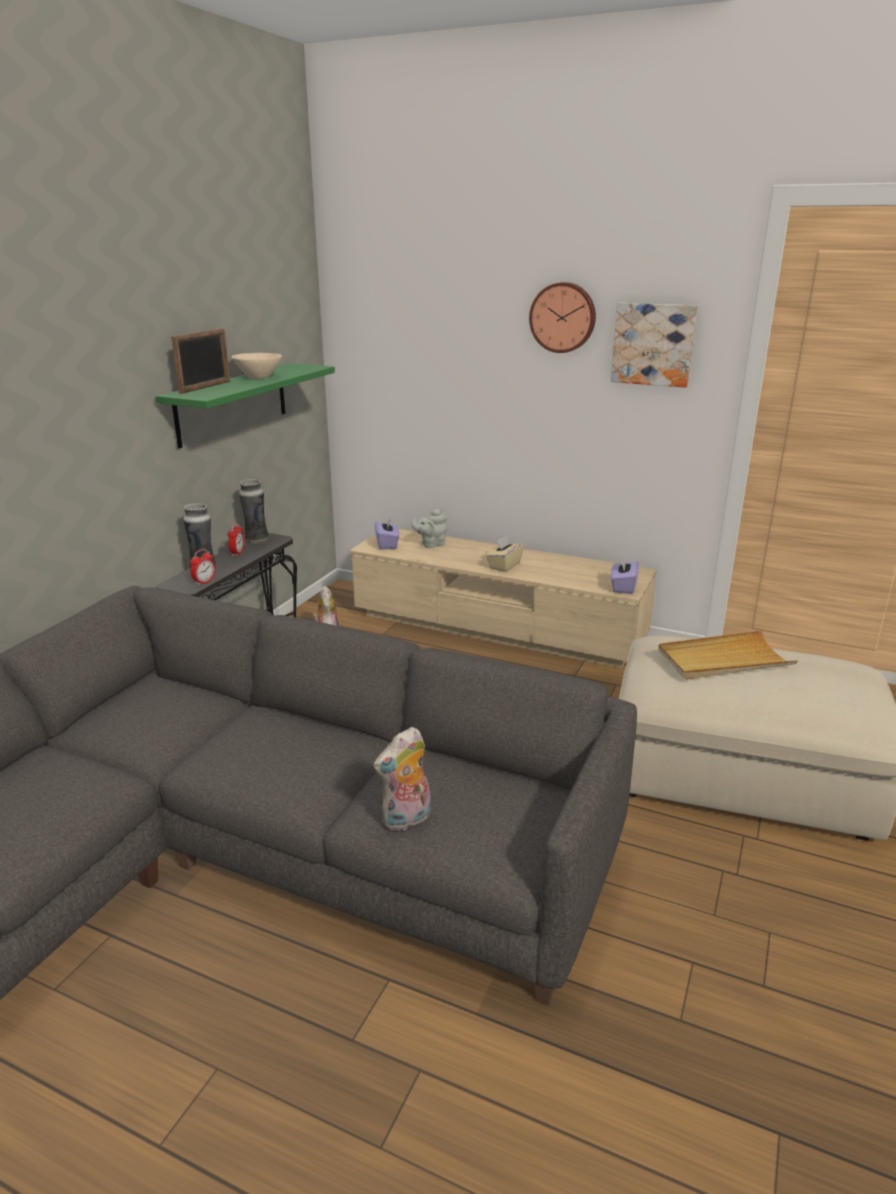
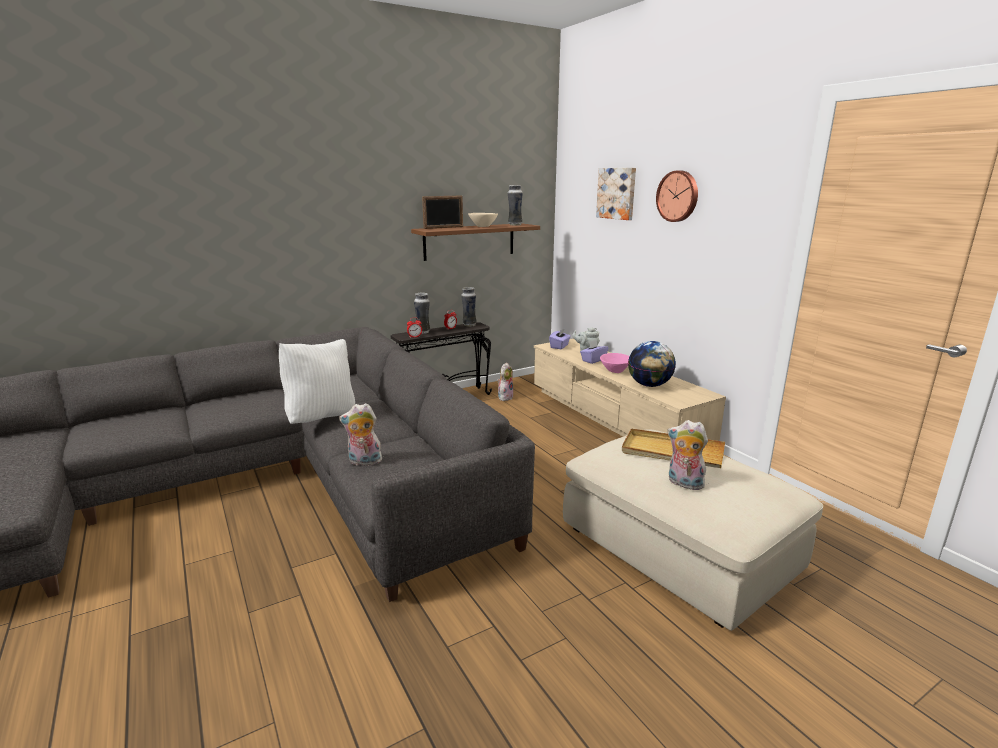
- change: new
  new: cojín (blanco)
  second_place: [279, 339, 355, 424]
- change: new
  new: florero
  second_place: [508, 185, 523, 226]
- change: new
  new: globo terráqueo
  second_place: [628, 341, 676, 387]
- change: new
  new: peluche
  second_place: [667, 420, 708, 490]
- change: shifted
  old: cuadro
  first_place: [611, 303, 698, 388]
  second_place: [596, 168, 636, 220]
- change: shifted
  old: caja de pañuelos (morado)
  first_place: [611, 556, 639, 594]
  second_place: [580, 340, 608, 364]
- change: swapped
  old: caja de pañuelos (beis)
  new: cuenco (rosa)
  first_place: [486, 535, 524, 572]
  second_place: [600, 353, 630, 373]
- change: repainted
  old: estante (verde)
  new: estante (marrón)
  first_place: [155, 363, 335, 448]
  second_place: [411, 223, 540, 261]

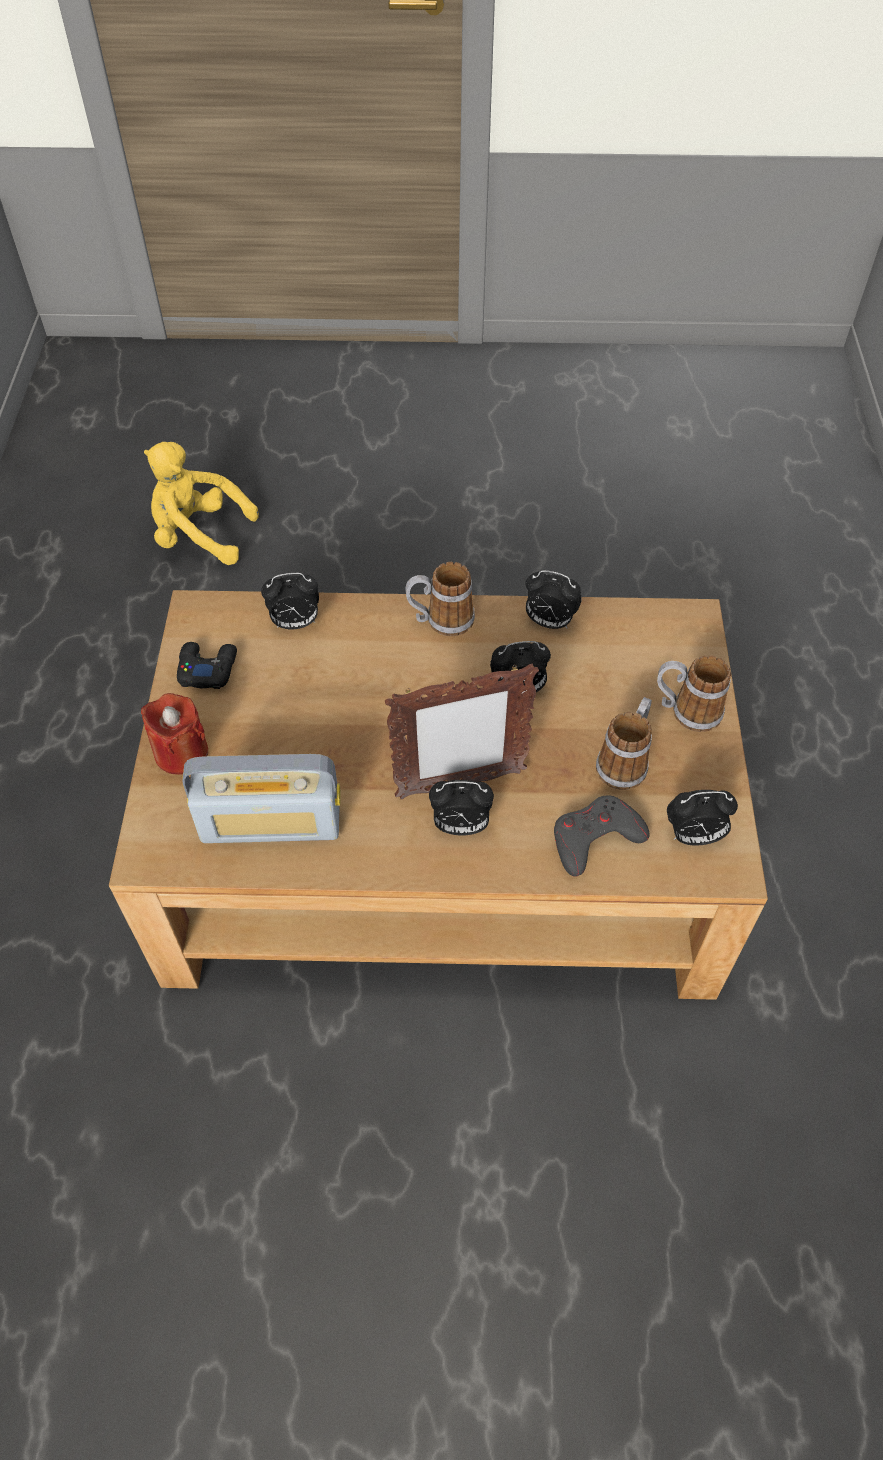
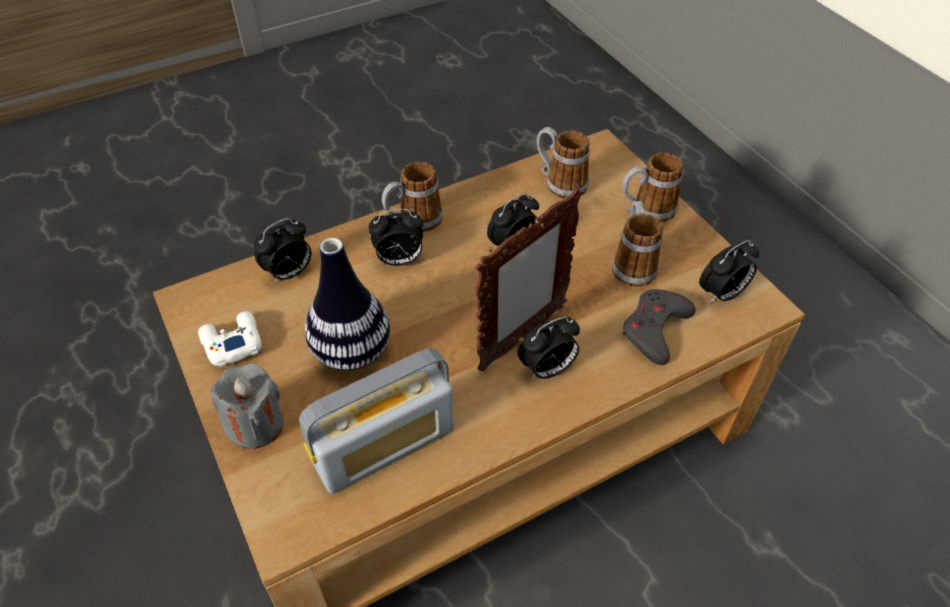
- change: gone
  old: peluche (amarillo)
  first_place: [144, 442, 259, 565]
- change: new
  new: florero
  second_place: [305, 238, 390, 371]
- change: new
  new: taza grande
  second_place: [537, 127, 590, 198]
- change: shifted
  old: despertador
  first_place: [525, 570, 582, 629]
  second_place: [368, 209, 423, 266]
- change: repainted
  old: vela (rojo)
  new: vela (gris)
  first_place: [141, 693, 208, 775]
  second_place: [211, 363, 284, 449]
- change: repainted
  old: mando de consola (negro)
  new: mando de consola (blanco)
  first_place: [177, 642, 237, 689]
  second_place: [198, 311, 262, 367]

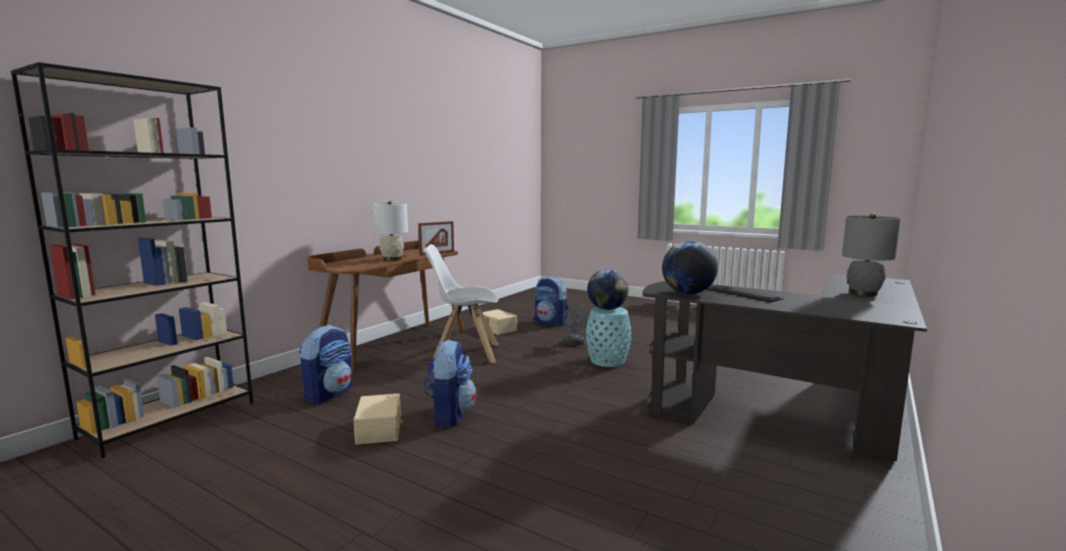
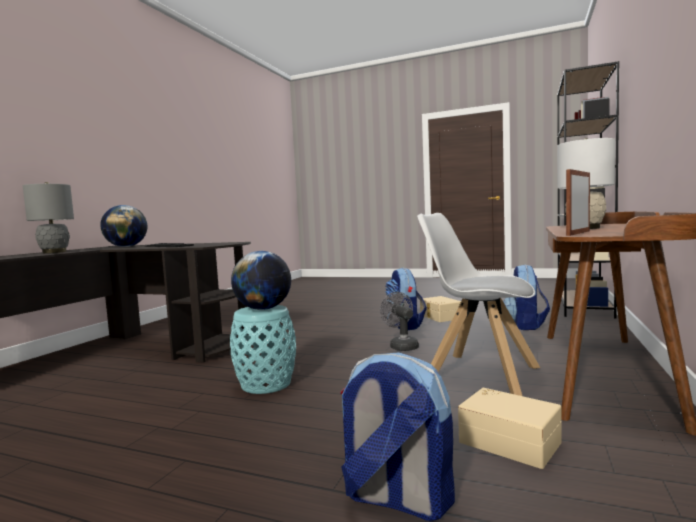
- change: shifted
  old: ventilador (gris)
  first_place: [563, 305, 590, 346]
  second_place: [380, 292, 419, 351]
- change: shifted
  old: globo terráqueo
  first_place: [662, 241, 718, 294]
  second_place: [100, 205, 147, 247]
- change: rotated
  old: silla
  first_place: [423, 244, 499, 363]
  second_place: [417, 213, 540, 396]
  degrees: -135

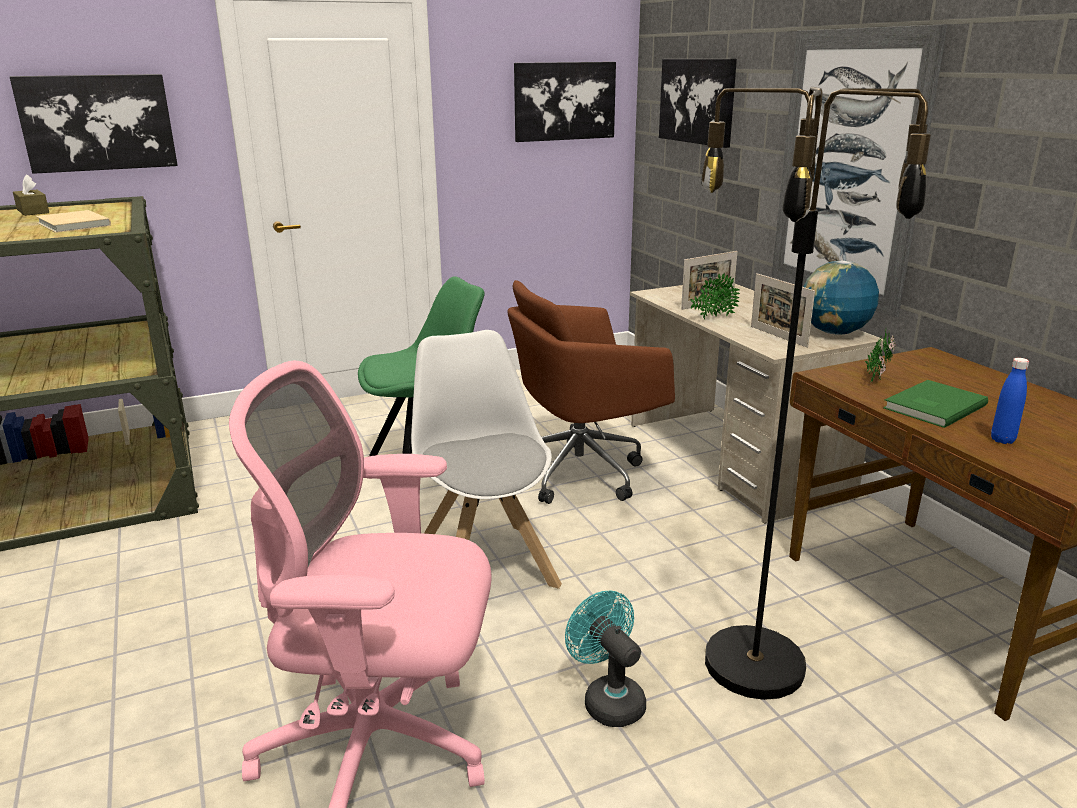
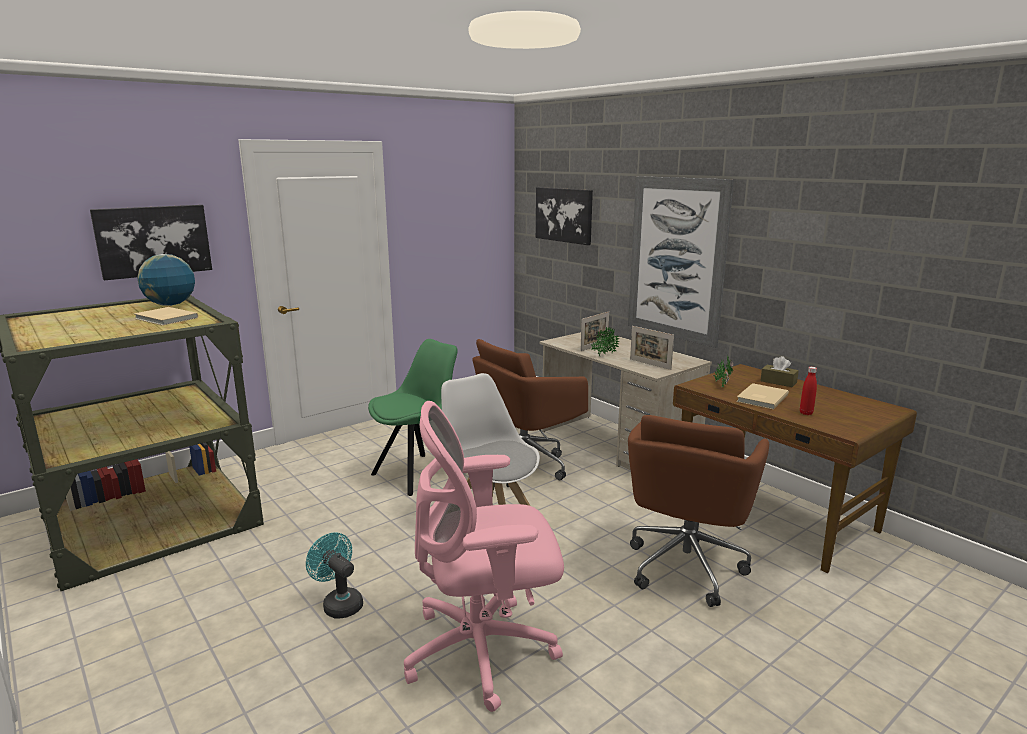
- change: gone
  old: cuadro
  first_place: [514, 62, 616, 142]
- change: shifted
  old: caja de pañuelos (marrón)
  first_place: [13, 174, 49, 216]
  second_place: [760, 356, 799, 387]
- change: shifted
  old: ventilador (turquesa)
  first_place: [565, 590, 646, 727]
  second_place: [306, 532, 363, 619]
- change: shifted
  old: globo terráqueo
  first_place: [804, 260, 879, 334]
  second_place: [137, 254, 195, 306]
- change: swapped
  old: lámpara de pie
  new: silla de oficina (marrón)
  first_place: [701, 87, 931, 700]
  second_place: [628, 415, 769, 607]
- change: repainted
  old: libro (verde)
  new: libro (beis)
  first_place: [883, 380, 988, 428]
  second_place: [736, 383, 789, 410]
- change: repainted
  old: botella (azul)
  new: botella (rojo)
  first_place: [991, 358, 1029, 444]
  second_place: [800, 367, 817, 415]

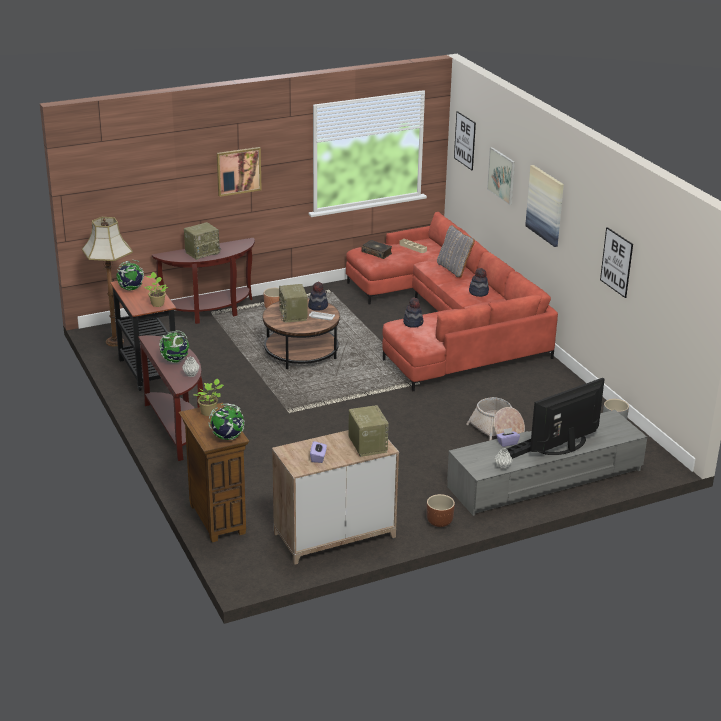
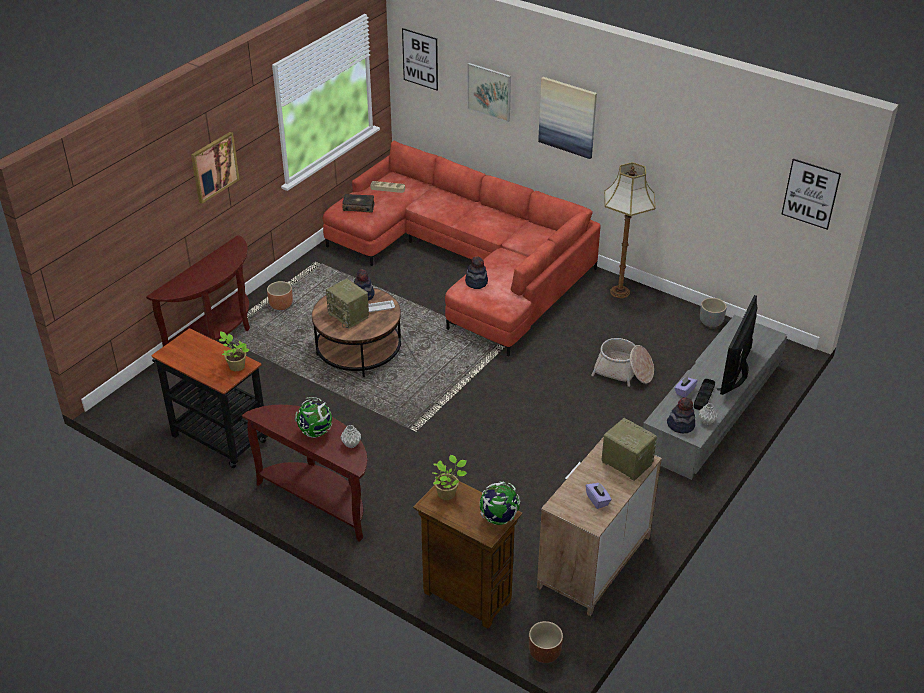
- change: gone
  old: globo terráqueo
  first_place: [116, 260, 144, 290]
- change: gone
  old: radio
  first_place: [184, 222, 221, 260]
- change: gone
  old: cojín (gris)
  first_place: [437, 225, 475, 277]
- change: shifted
  old: lámpara de pie
  first_place: [82, 217, 133, 346]
  second_place: [604, 162, 656, 298]
- change: shifted
  old: maceta (marrón)
  first_place: [427, 494, 455, 527]
  second_place: [529, 621, 563, 663]
- change: shifted
  old: sombrero
  first_place: [469, 268, 489, 297]
  second_place: [667, 397, 695, 433]
- change: shifted
  old: cuadro
  first_place: [600, 227, 633, 298]
  second_place: [781, 158, 841, 230]

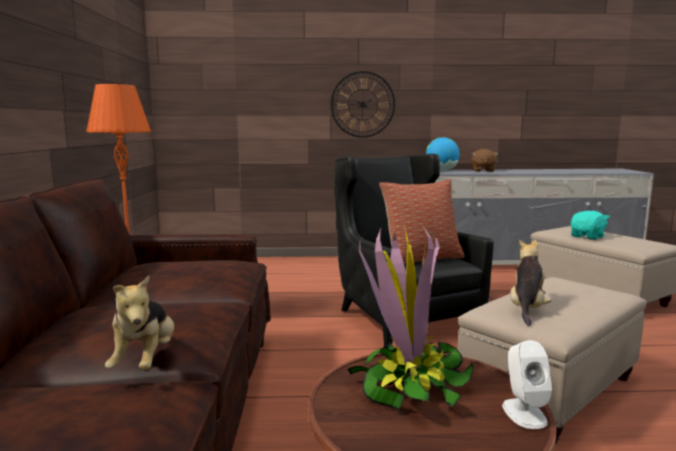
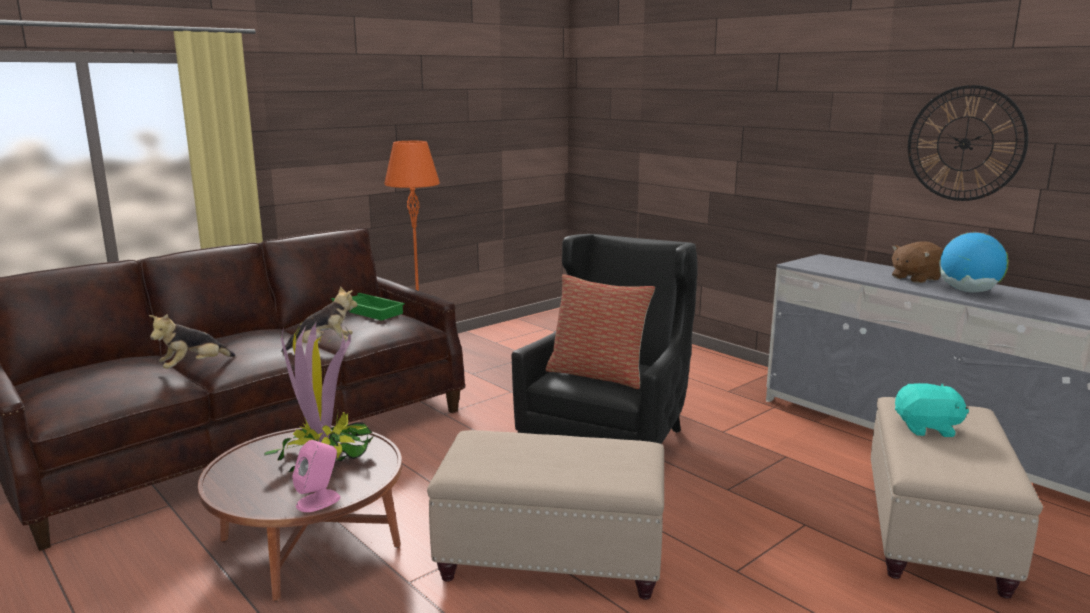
- change: new
  new: bandeja (verde)
  second_place: [331, 293, 405, 321]
- change: shifted
  old: reloj de pared
  first_place: [331, 71, 395, 138]
  second_place: [908, 85, 1028, 201]
- change: shifted
  old: globo terráqueo
  first_place: [426, 137, 460, 171]
  second_place: [939, 232, 1009, 293]
- change: shifted
  old: peluche
  first_place: [510, 239, 552, 326]
  second_place: [281, 286, 357, 352]
- change: repainted
  old: altavoz (blanco)
  new: altavoz (rosa)
  first_place: [502, 340, 553, 429]
  second_place: [292, 440, 340, 512]

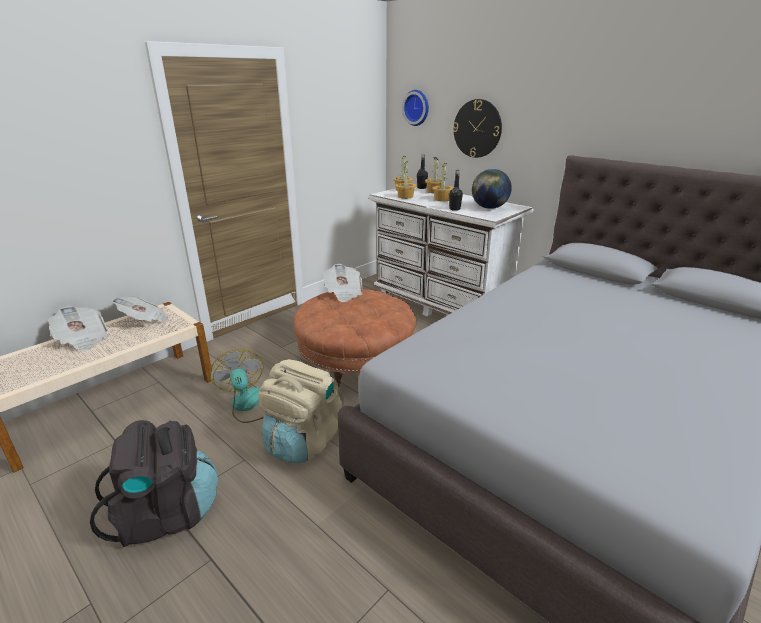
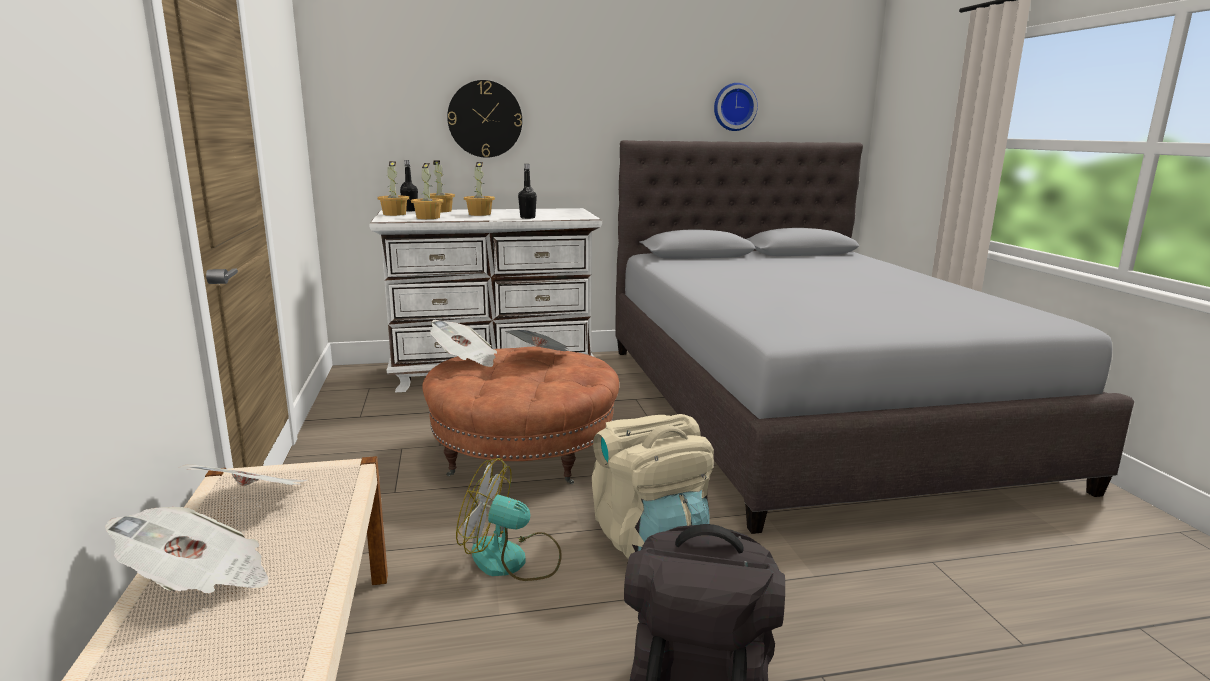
- change: gone
  old: globo terráqueo
  first_place: [472, 169, 512, 209]
- change: new
  new: periódico
  second_place: [505, 330, 568, 351]
- change: shifted
  old: reloj de pared
  first_place: [402, 90, 429, 126]
  second_place: [714, 83, 758, 131]

